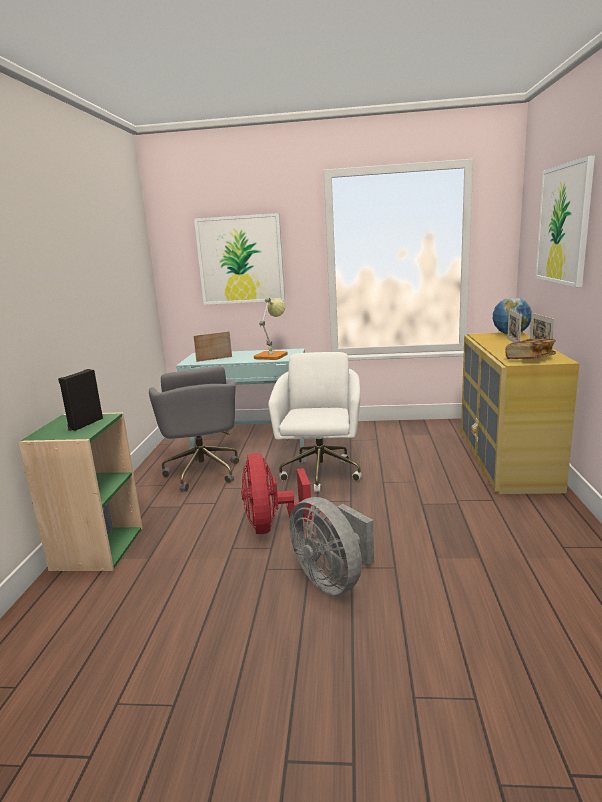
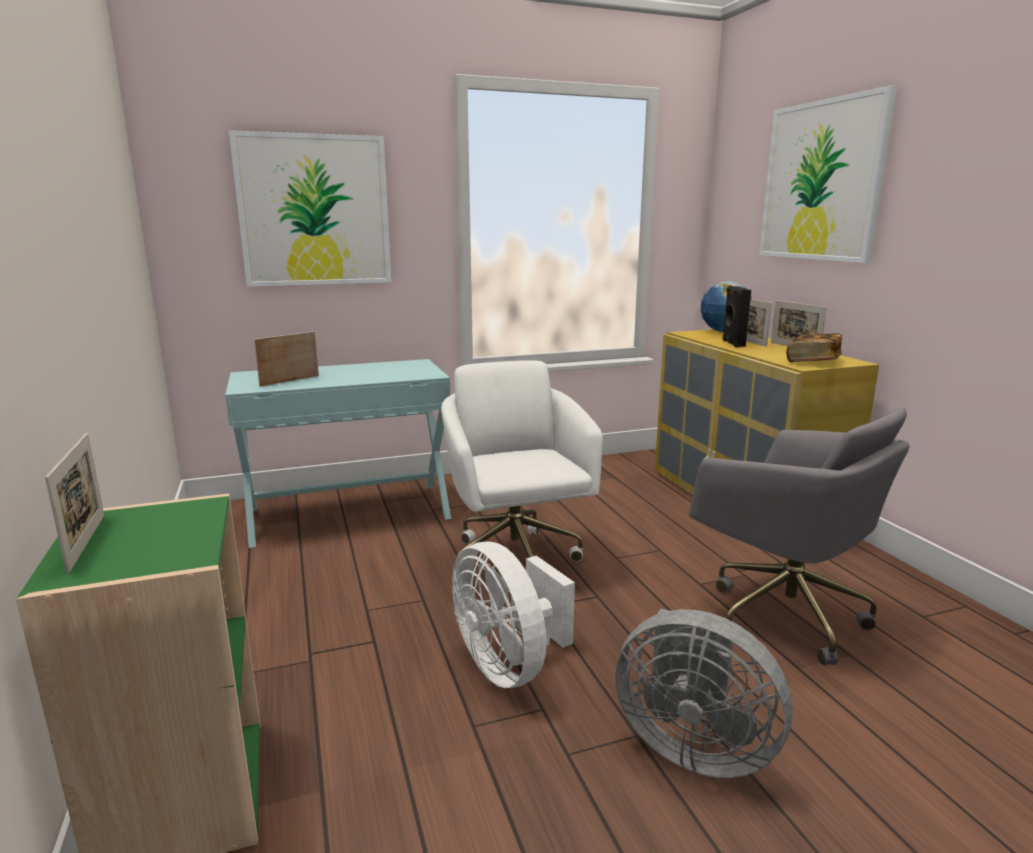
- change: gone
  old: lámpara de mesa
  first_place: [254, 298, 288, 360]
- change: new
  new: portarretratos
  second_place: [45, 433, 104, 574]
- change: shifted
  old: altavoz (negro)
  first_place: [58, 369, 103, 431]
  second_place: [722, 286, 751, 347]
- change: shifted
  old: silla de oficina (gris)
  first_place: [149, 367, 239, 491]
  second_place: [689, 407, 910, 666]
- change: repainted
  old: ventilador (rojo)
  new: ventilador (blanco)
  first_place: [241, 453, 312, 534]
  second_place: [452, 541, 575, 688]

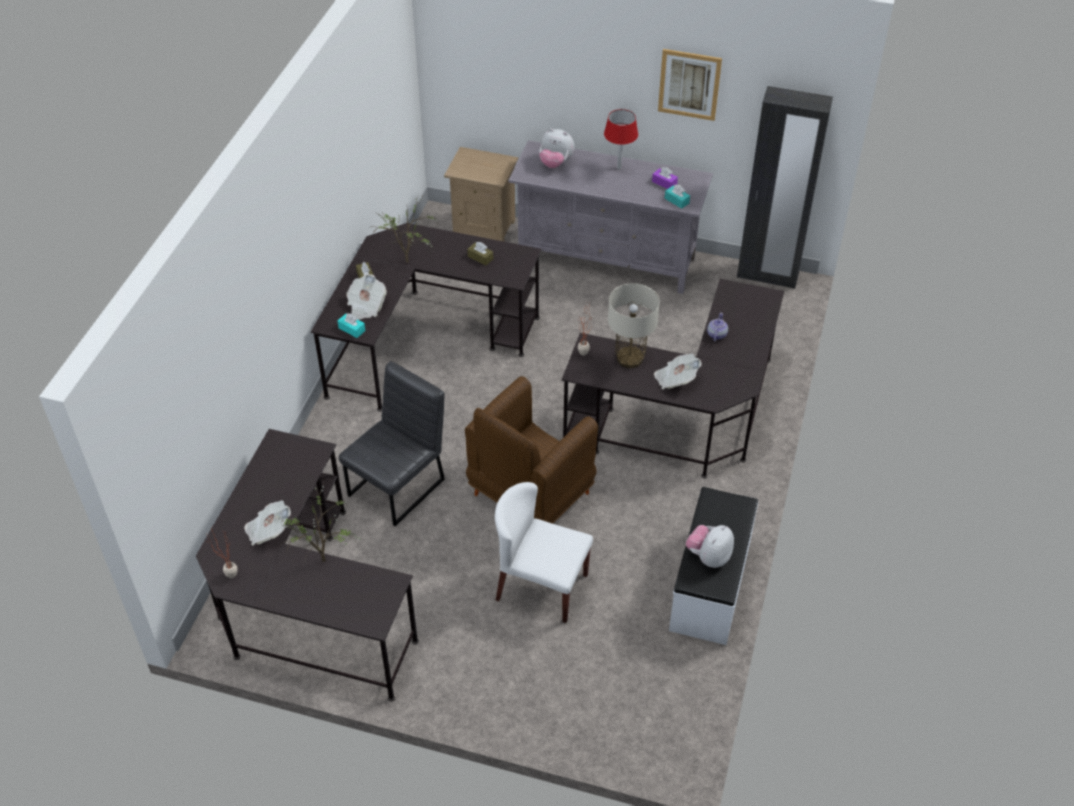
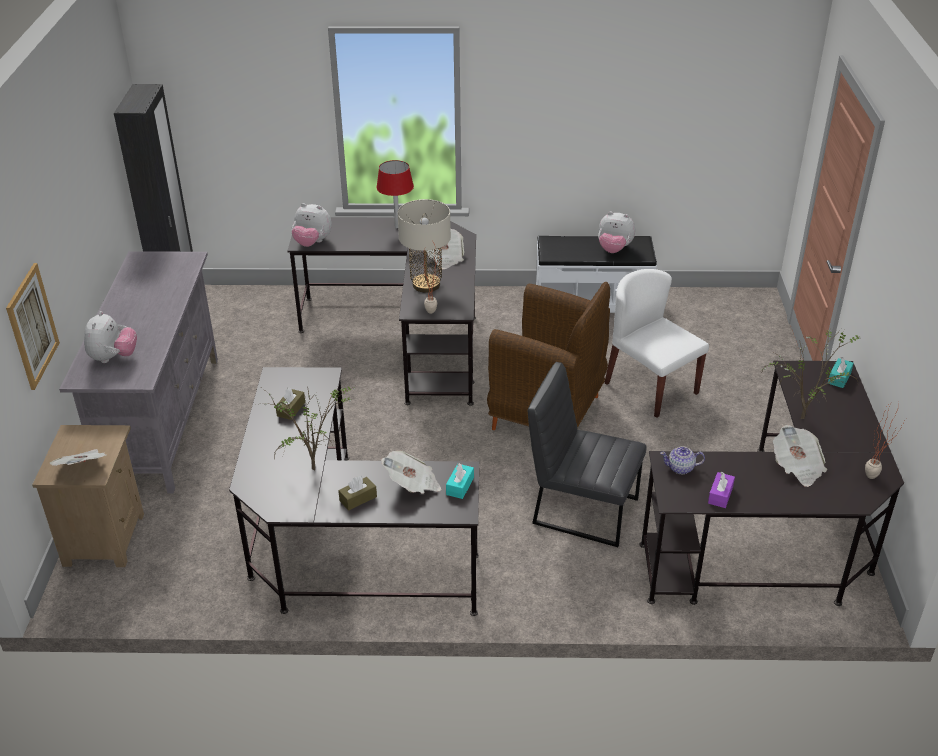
- change: new
  new: periódico
  second_place: [50, 449, 107, 466]
- change: new
  new: peluche
  second_place: [292, 203, 332, 247]
- change: shifted
  old: lámpara de mesa (rojo)
  first_place: [604, 109, 638, 170]
  second_place: [376, 160, 414, 228]
- change: shifted
  old: caja de pañuelos (morado)
  first_place: [652, 167, 678, 189]
  second_place: [708, 472, 735, 508]
- change: shifted
  old: cuadro
  first_place: [658, 49, 722, 121]
  second_place: [6, 263, 60, 390]
- change: shifted
  old: caja de pañuelos (turquesa)
  first_place: [665, 184, 690, 209]
  second_place: [828, 357, 854, 388]
- change: shifted
  old: tetera
  first_place: [707, 313, 728, 342]
  second_place: [660, 446, 705, 474]
- change: rotated
  old: silla (blanco)
  first_place: [495, 482, 593, 623]
  second_place: [604, 269, 709, 418]
  degrees: 135

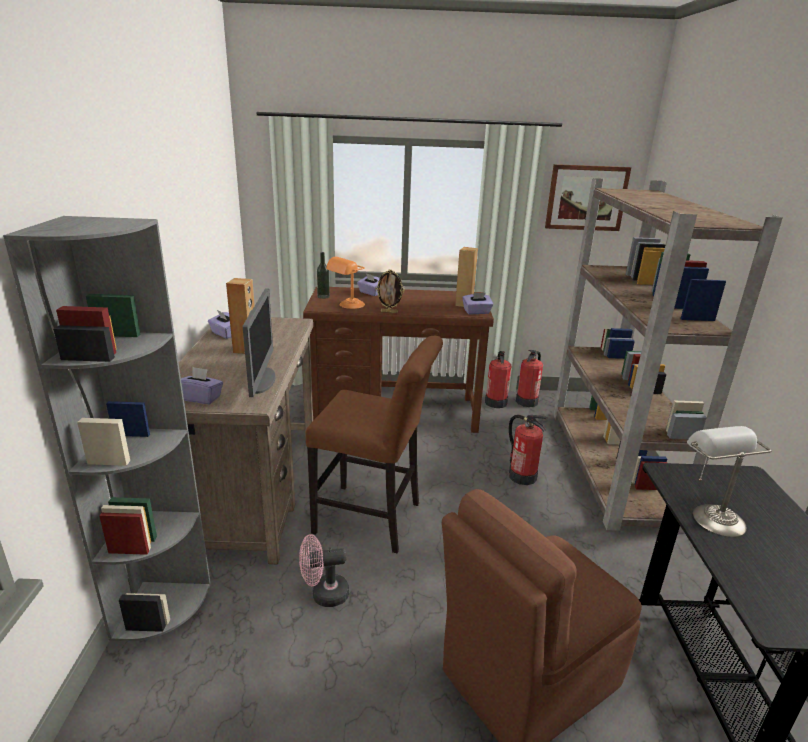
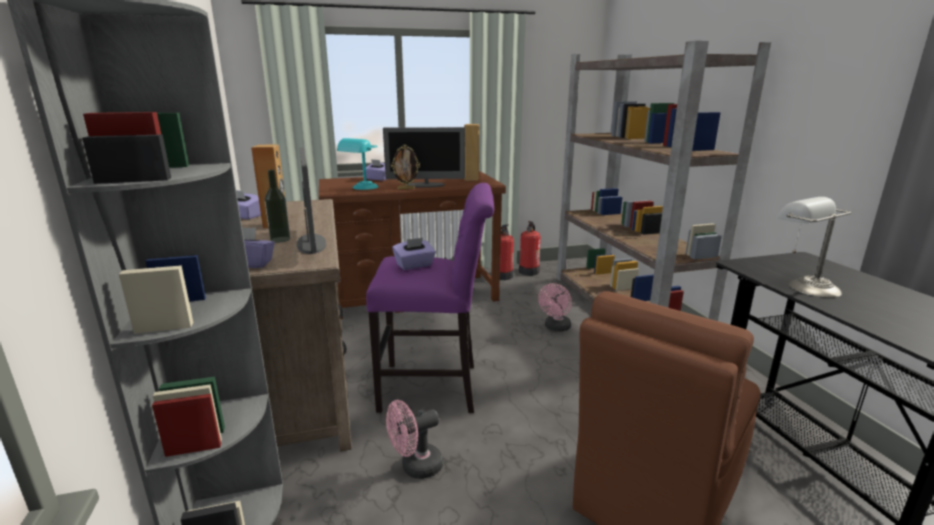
- change: gone
  old: cuadro
  first_place: [545, 164, 631, 231]
- change: new
  new: monitor
  second_place: [383, 127, 465, 188]
- change: shifted
  old: botella
  first_place: [317, 252, 330, 299]
  second_place: [265, 170, 290, 243]
- change: shifted
  old: caja de pañuelos (morado)
  first_place: [463, 293, 493, 314]
  second_place: [392, 238, 436, 270]
- change: swapped
  old: extintor
  new: ventilador (rosa)
  first_place: [509, 415, 548, 485]
  second_place: [538, 283, 572, 332]
- change: repainted
  old: taburete (marrón)
  new: taburete (morado)
  first_place: [306, 336, 443, 553]
  second_place: [366, 183, 494, 413]
- change: repainted
  old: lámpara de mesa (naranja)
  new: lámpara de mesa (turquesa)
  first_place: [326, 257, 365, 309]
  second_place: [337, 138, 378, 190]

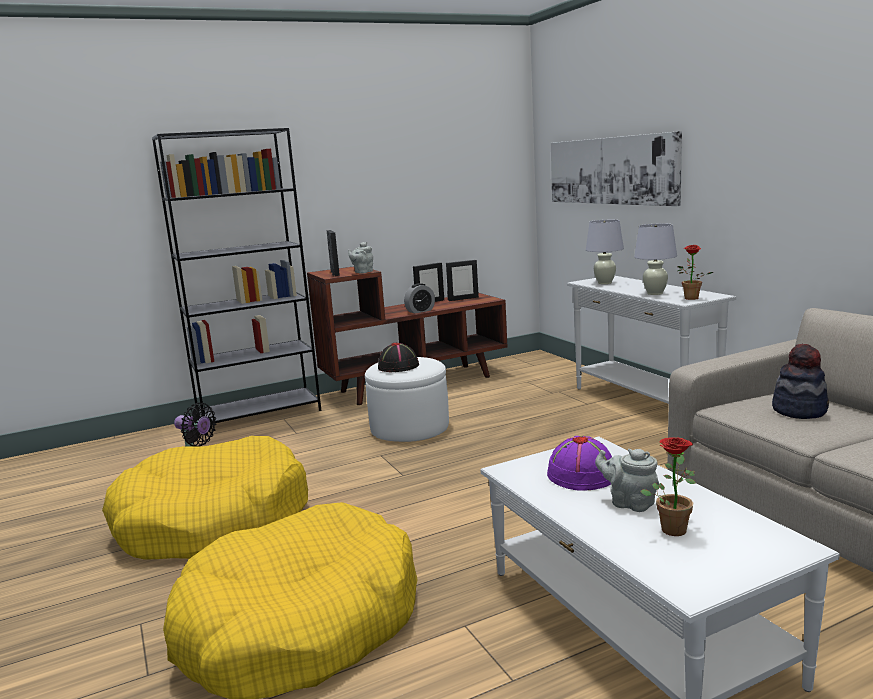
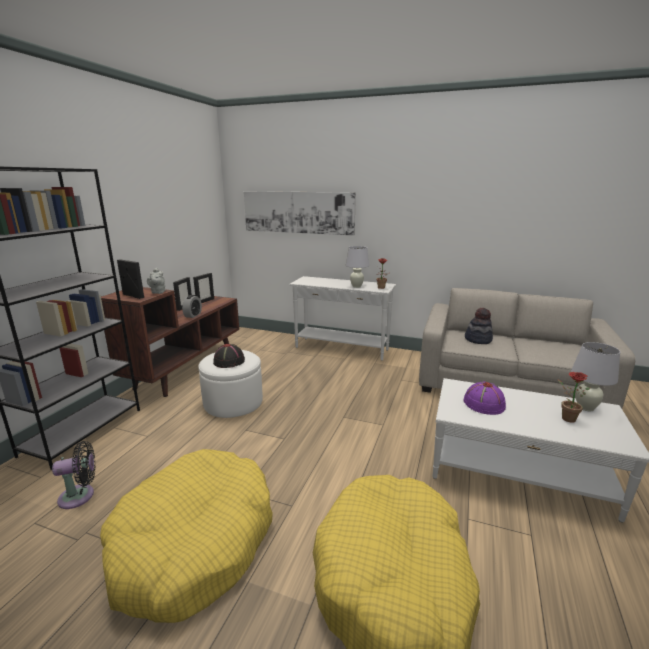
- change: gone
  old: tetera (gris)
  first_place: [595, 449, 659, 512]
- change: shifted
  old: lámpara de mesa (blanco)
  first_place: [586, 220, 624, 284]
  second_place: [571, 342, 620, 412]

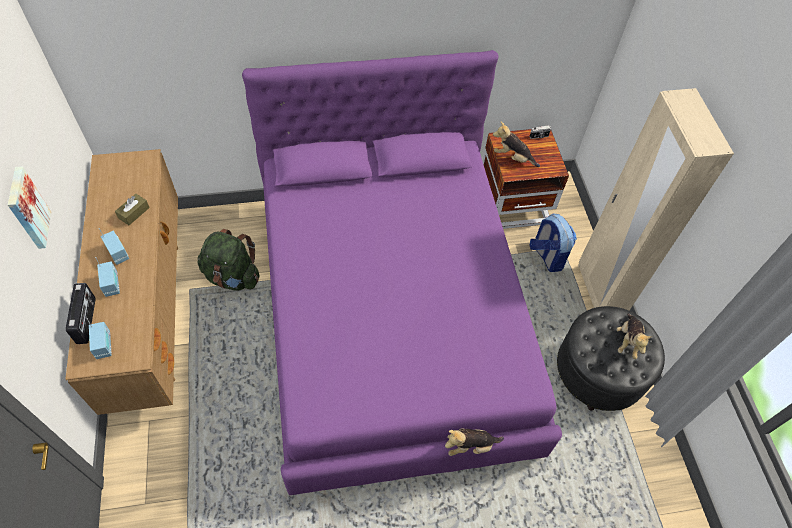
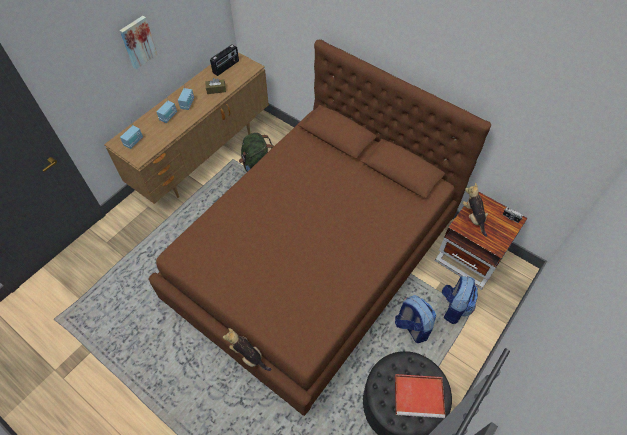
- change: gone
  old: armario ropero (beis)
  first_place: [578, 88, 734, 311]
- change: new
  new: mochila
  second_place: [395, 295, 436, 343]
- change: shifted
  old: radio
  first_place: [66, 283, 95, 344]
  second_place: [210, 44, 239, 76]
- change: swapped
  old: peluche
  new: bandeja (rojo)
  first_place: [616, 314, 652, 359]
  second_place: [395, 374, 445, 418]
- change: repainted
  old: cama (morado)
  new: cama (marrón)
  first_place: [242, 50, 562, 495]
  second_place: [149, 39, 491, 416]

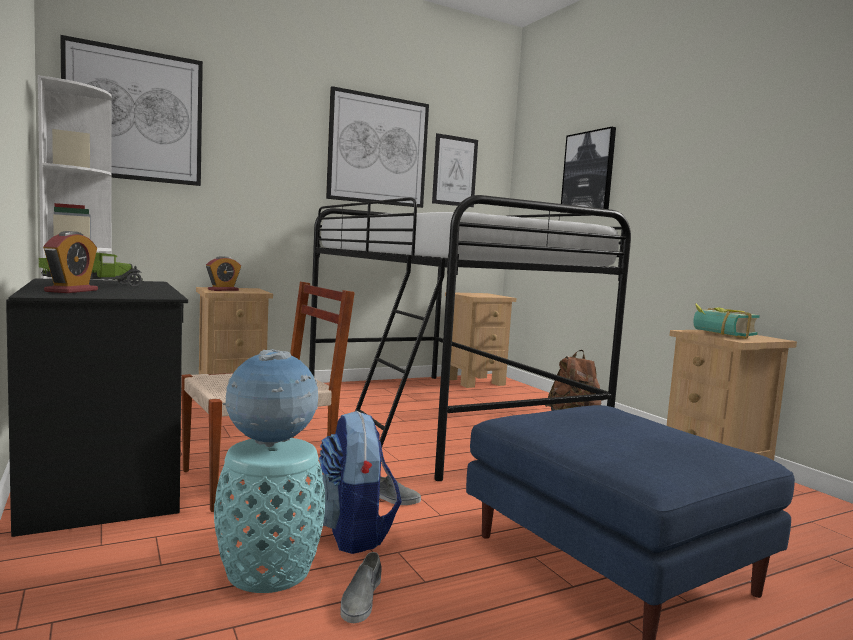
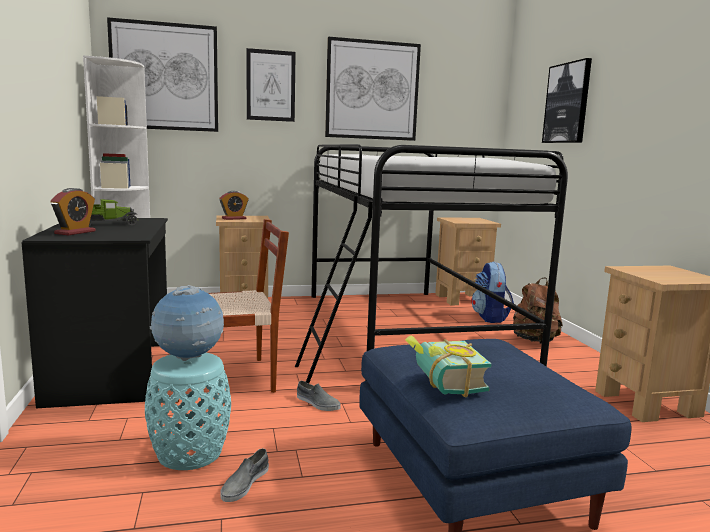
- change: shifted
  old: mochila
  first_place: [318, 411, 402, 554]
  second_place: [471, 262, 514, 323]
- change: shifted
  old: cuadro
  first_place: [432, 133, 478, 207]
  second_place: [246, 48, 296, 122]
- change: shifted
  old: libro
  first_place: [694, 303, 760, 339]
  second_place: [405, 335, 492, 397]

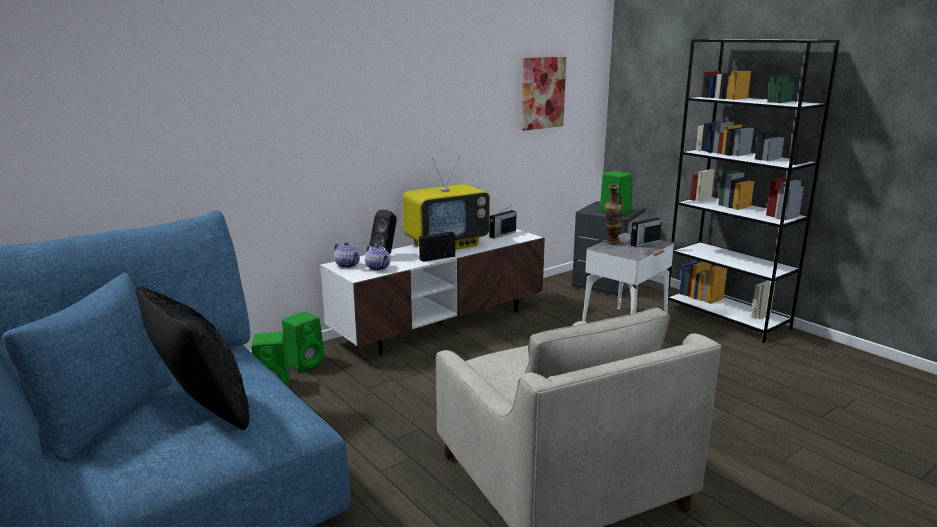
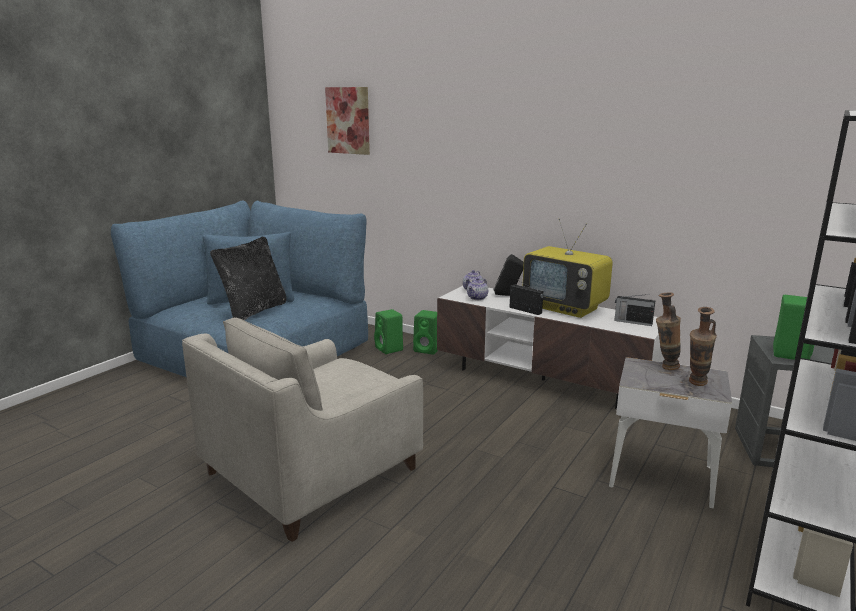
- change: shifted
  old: cuadro
  first_place: [521, 57, 566, 131]
  second_place: [325, 87, 370, 155]
- change: swapped
  old: radio
  new: florero
  first_place: [631, 214, 662, 247]
  second_place: [689, 307, 717, 386]

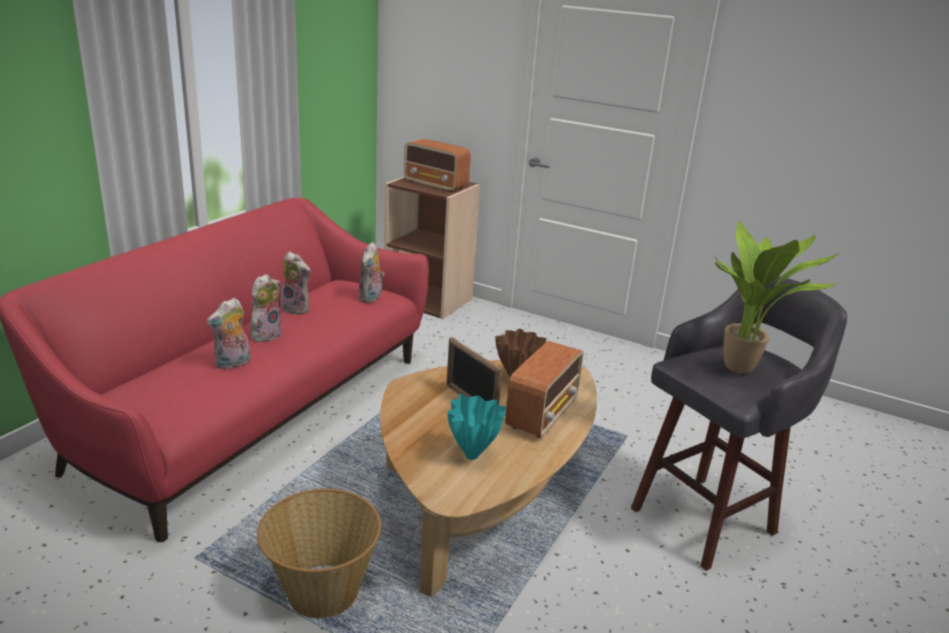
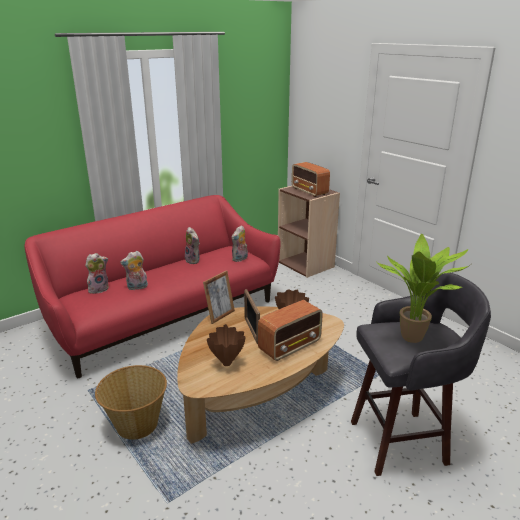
- change: new
  new: portarretratos
  second_place: [203, 270, 235, 324]
- change: shifted
  old: peluche
  first_place: [250, 274, 282, 342]
  second_place: [85, 253, 109, 294]
- change: repainted
  old: florero (turquesa)
  new: florero (marrón)
  first_place: [447, 394, 506, 460]
  second_place: [207, 324, 246, 366]

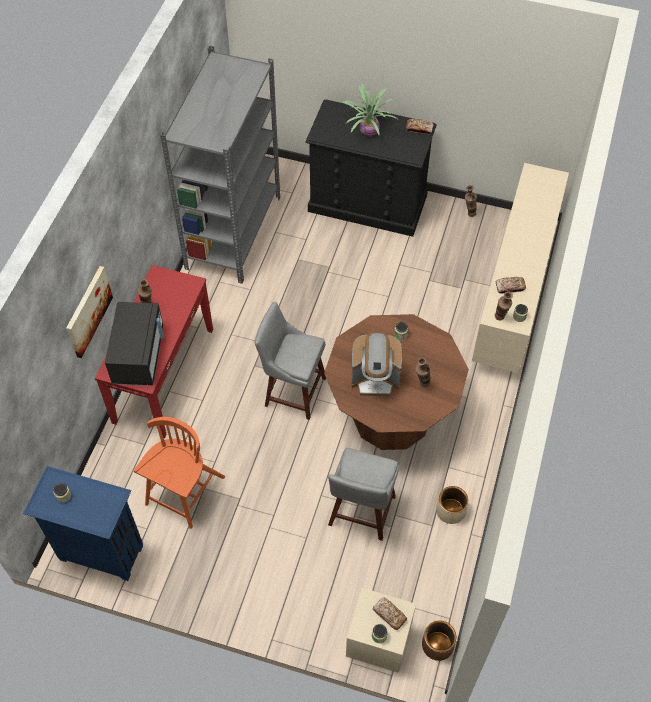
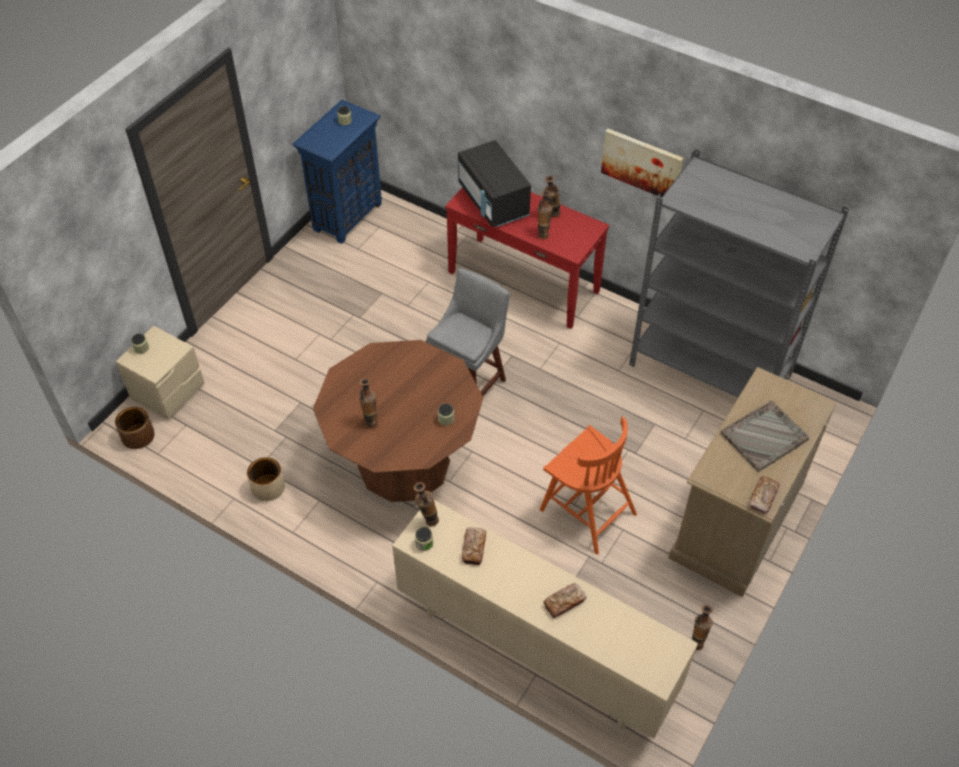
- change: gone
  old: silla (gris)
  first_place: [328, 448, 399, 541]
- change: gone
  old: cafetera
  first_place: [351, 332, 402, 397]
- change: new
  new: florero
  second_place: [537, 191, 553, 239]
- change: shifted
  old: cuadro
  first_place: [66, 266, 113, 358]
  second_place: [601, 129, 683, 197]
- change: shifted
  old: silla (naranja)
  first_place: [134, 417, 225, 529]
  second_place: [540, 416, 637, 554]
- change: shifted
  old: pan
  first_place: [373, 597, 407, 630]
  second_place: [544, 583, 586, 618]
- change: swapped
  old: planta en maceta
  new: bandeja (gris)
  first_place: [340, 84, 397, 137]
  second_place: [721, 400, 810, 472]
- change: repainted
  old: cómoda (negro)
  new: cómoda (beis)
  first_place: [305, 99, 437, 237]
  second_place: [668, 367, 837, 597]
- change: rotated
  old: microondas (negro)
  first_place: [105, 302, 164, 386]
  second_place: [458, 140, 531, 227]
  degrees: 45

